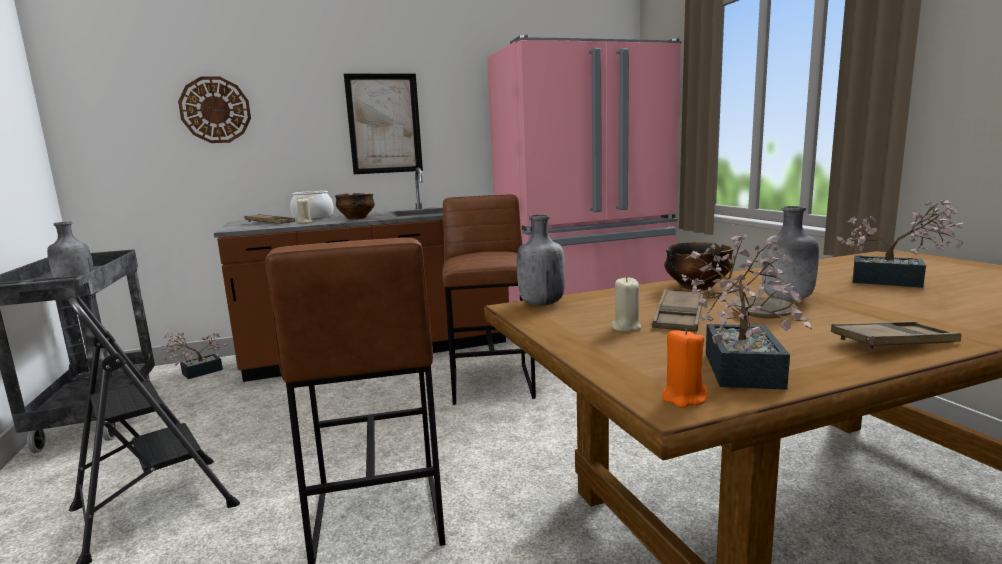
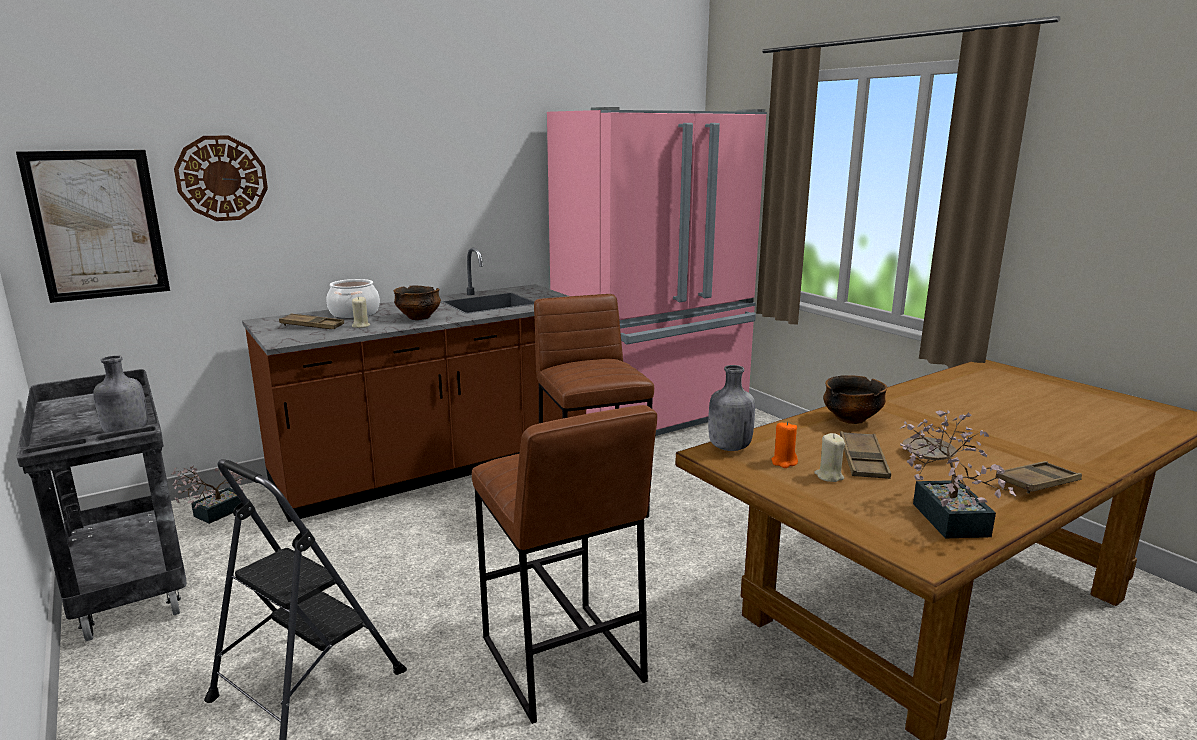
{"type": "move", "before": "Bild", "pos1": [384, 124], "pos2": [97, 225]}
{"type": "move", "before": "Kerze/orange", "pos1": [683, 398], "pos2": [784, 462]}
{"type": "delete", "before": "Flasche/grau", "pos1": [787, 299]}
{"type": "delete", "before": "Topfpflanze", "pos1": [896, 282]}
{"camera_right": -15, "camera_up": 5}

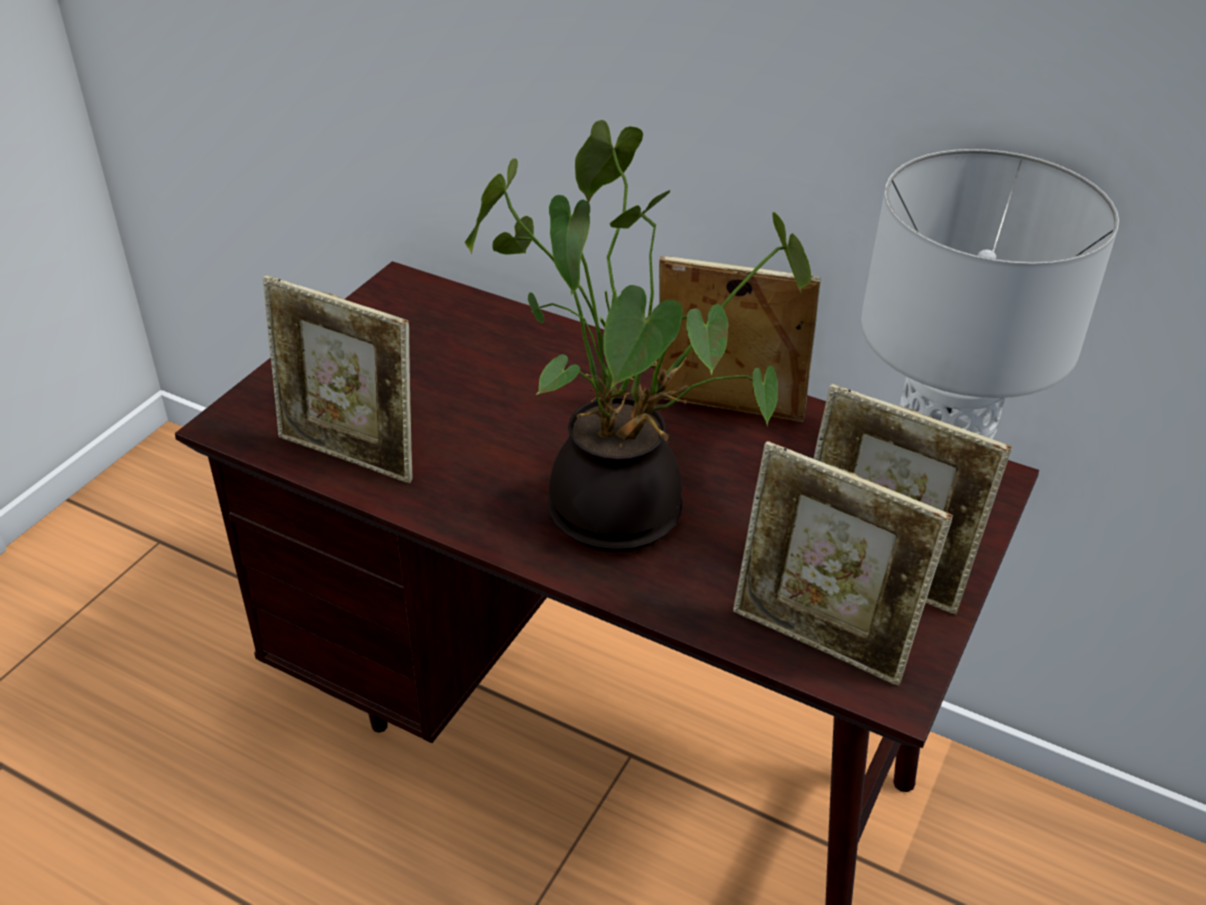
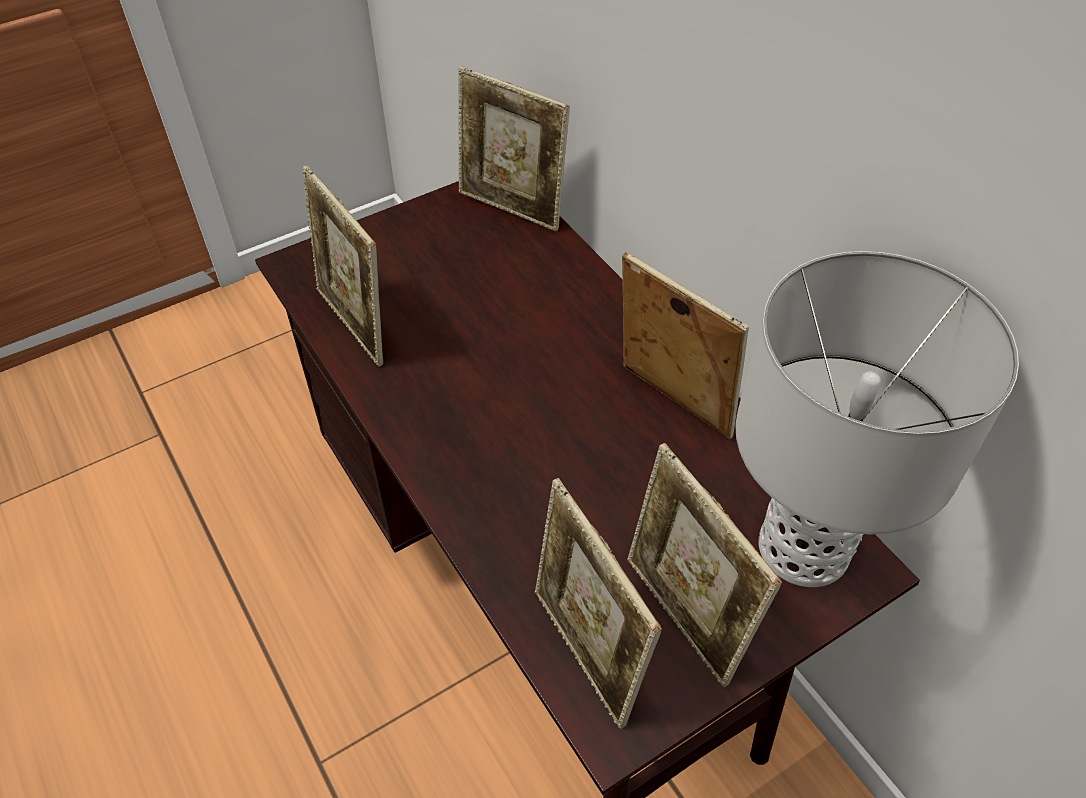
{"type": "insert", "after": "Bilderrahmen", "pos2": [511, 209]}
{"type": "delete", "before": "Topfpflanze", "pos1": [624, 506]}
{"camera_right": 30, "camera_up": 10}

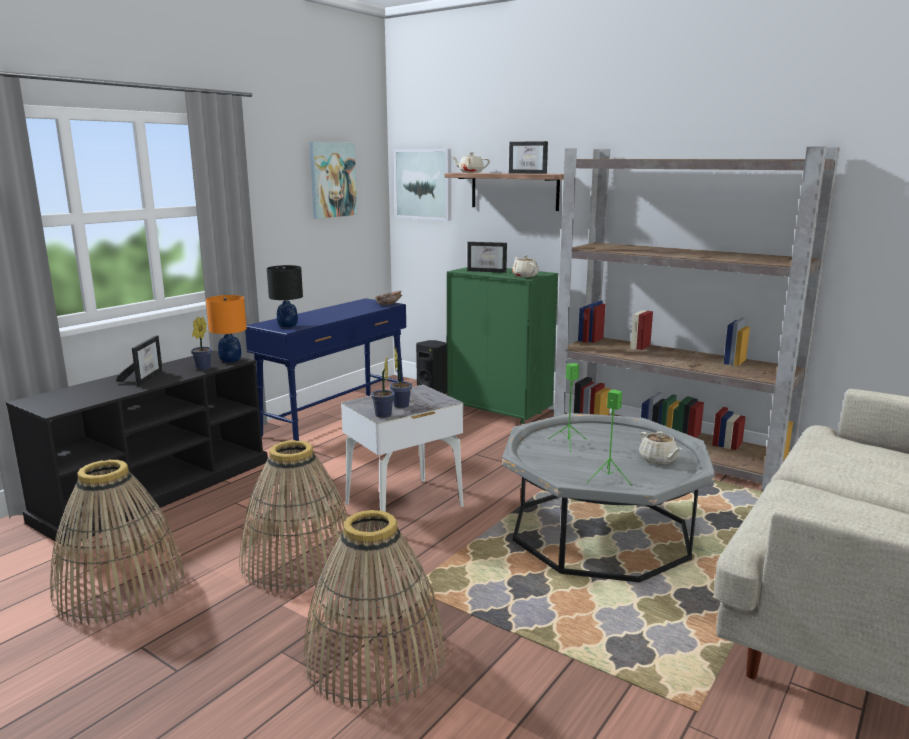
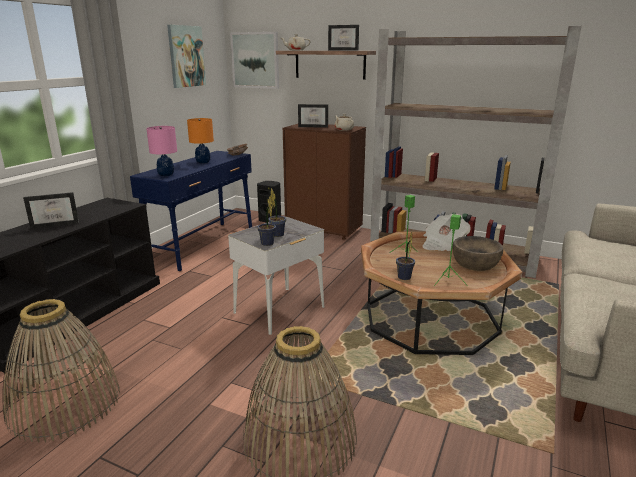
{"type": "rotate", "before": "Bilderrahmen", "pos1": [145, 378], "pos2": [56, 224], "turn": 75}
{"type": "recolor", "before": "Tischlampe/schwarz", "after": "Tischlampe/rosa", "pos1": [288, 326], "pos2": [166, 175]}
{"type": "move", "before": "Tischlampe/orange", "pos1": [231, 361], "pos2": [203, 162]}
{"type": "recolor", "before": "Schrank/grün", "after": "Schrank/braun", "pos1": [500, 410], "pos2": [325, 230]}
{"type": "recolor", "before": "Couchtisch/grau", "after": "Couchtisch/braun", "pos1": [600, 533], "pos2": [430, 319]}
{"type": "move", "before": "Topfpflanze", "pos1": [201, 369], "pos2": [404, 278]}
{"type": "insert", "after": "Zeitung", "pos2": [443, 244]}
{"type": "replace", "before": "Teekanne/beige", "after": "Schüssel/braun", "pos1": [658, 459], "pos2": [475, 263]}
{"type": "delete", "before": "Korb", "pos1": [298, 560]}
{"camera_right": -10, "camera_up": 5}

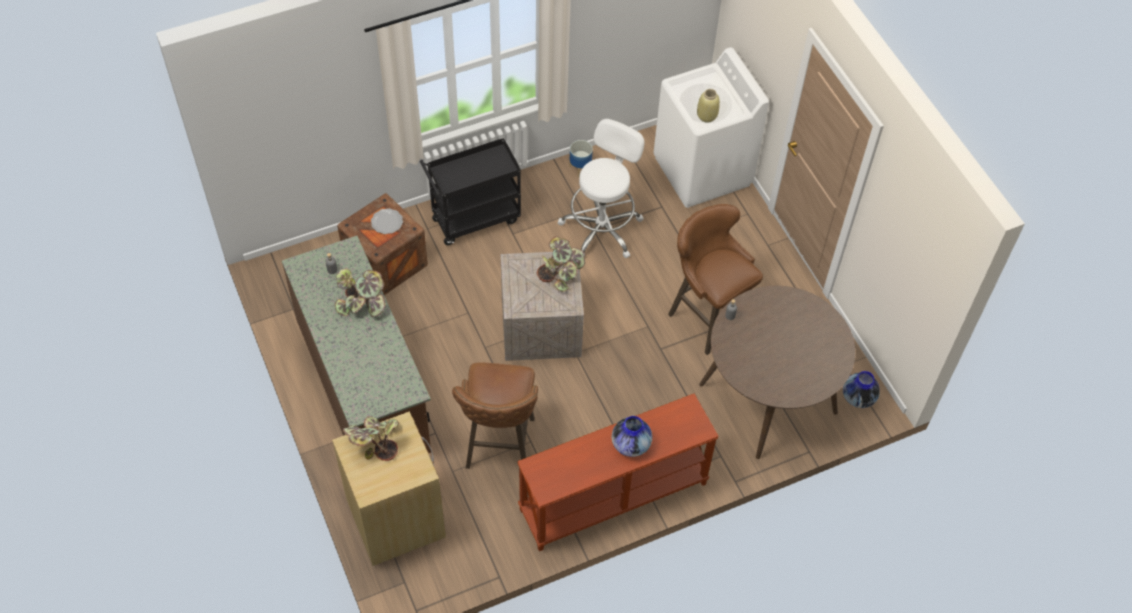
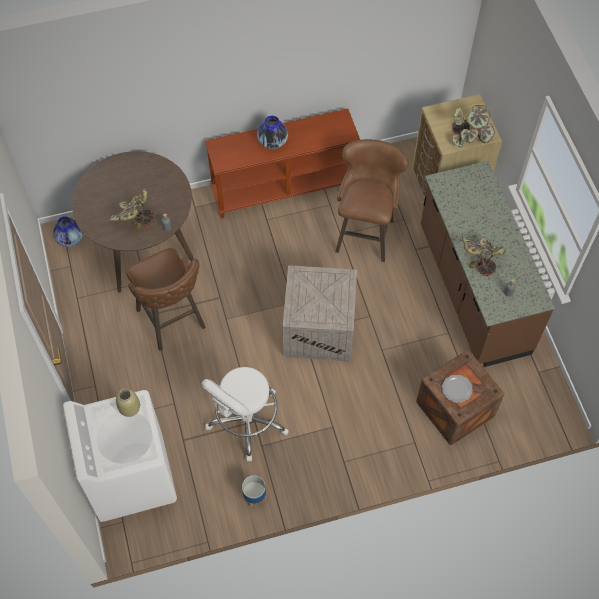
{"type": "move", "before": "Topfpflanze", "pos1": [560, 273], "pos2": [133, 218]}
{"type": "delete", "before": "Rollwagen/schwarz", "pos1": [473, 222]}
{"camera_right": -170, "camera_up": 5}

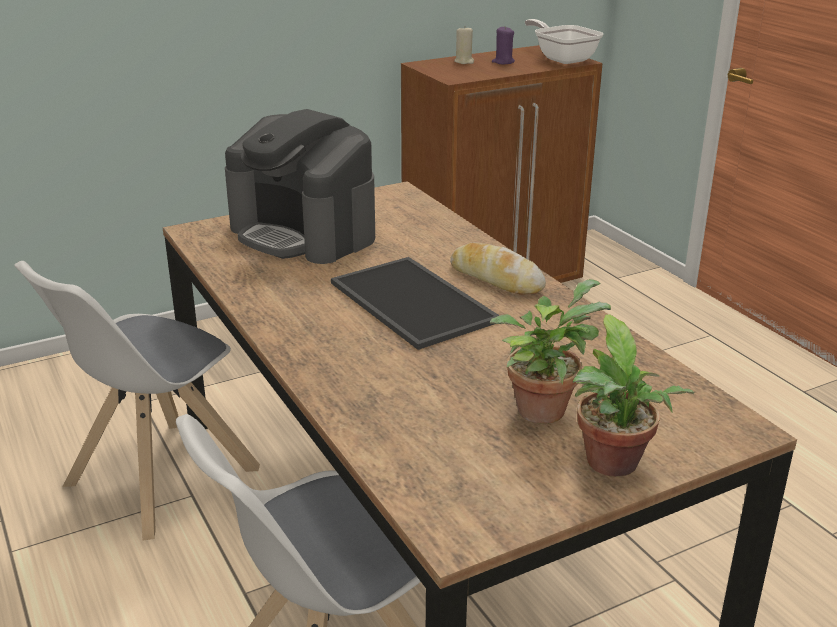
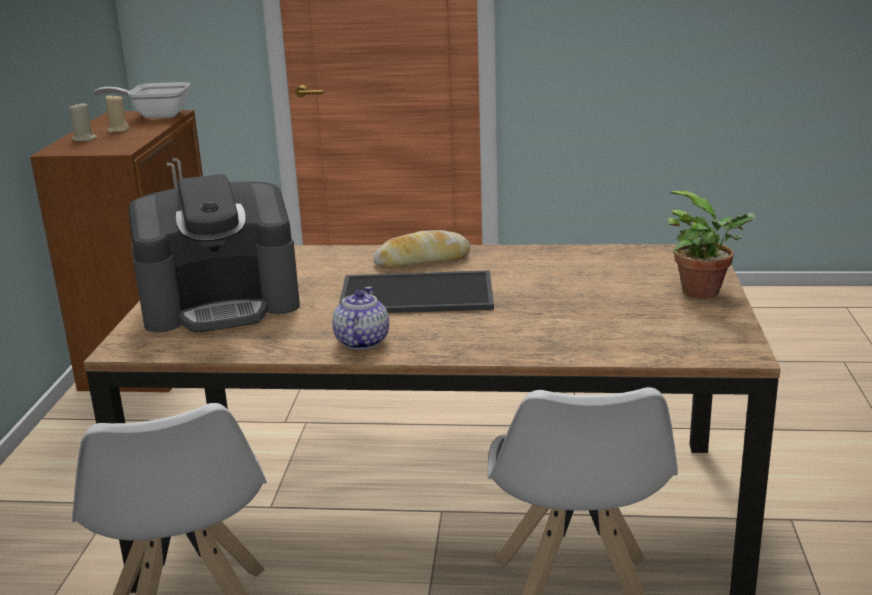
{"type": "recolor", "before": "Kerze/lila", "after": "Kerze/beige", "pos1": [503, 62], "pos2": [118, 130]}
{"type": "insert", "after": "Teekanne", "pos2": [361, 341]}
{"type": "delete", "before": "Topfpflanze", "pos1": [542, 407]}
{"camera_right": -55, "camera_up": -5}

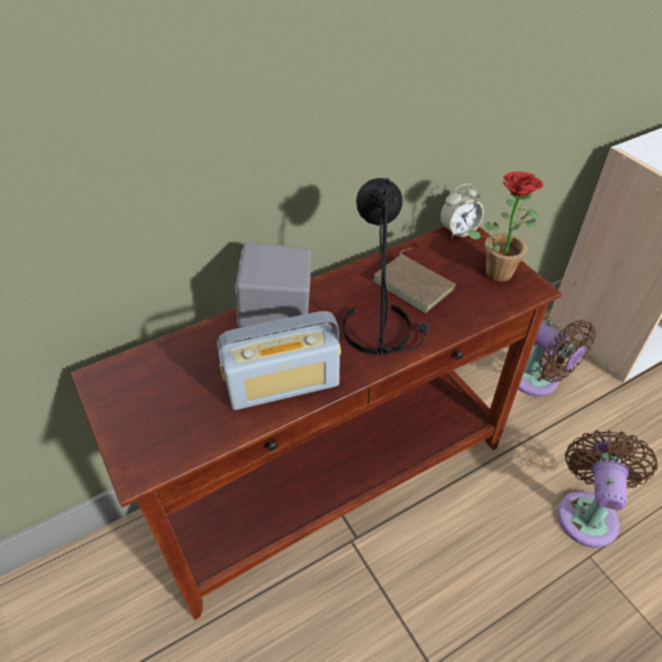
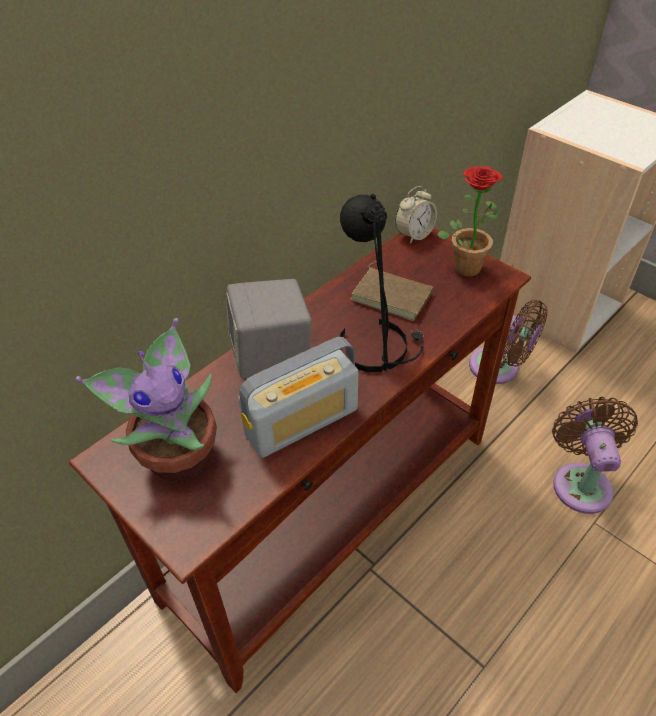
{"type": "insert", "after": "Topfpflanze", "pos2": [178, 454]}
{"camera_right": -15, "camera_up": 0}

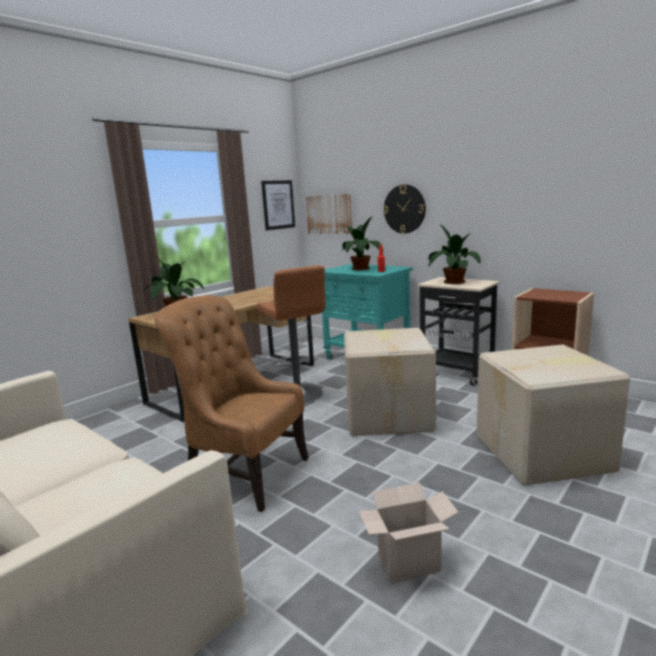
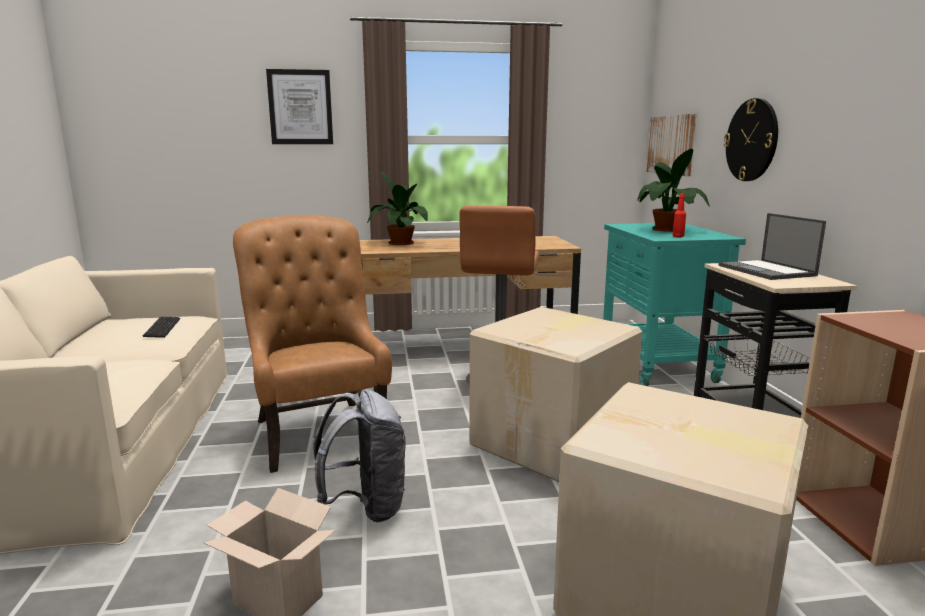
{"type": "insert", "after": "Tastatur", "pos2": [162, 328]}
{"type": "move", "before": "Bild", "pos1": [278, 205], "pos2": [300, 107]}
{"type": "insert", "after": "Rucksack/grau", "pos2": [366, 507]}
{"type": "replace", "before": "Topfpflanze", "after": "Laptop", "pos1": [452, 282], "pos2": [767, 271]}
{"camera_right": 40, "camera_up": 0}

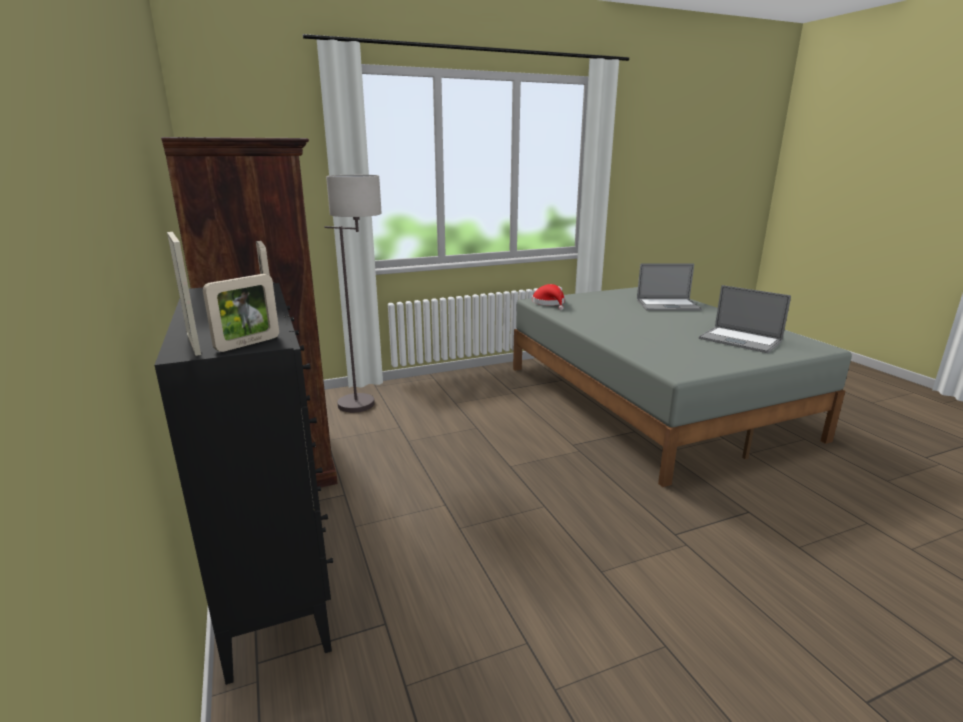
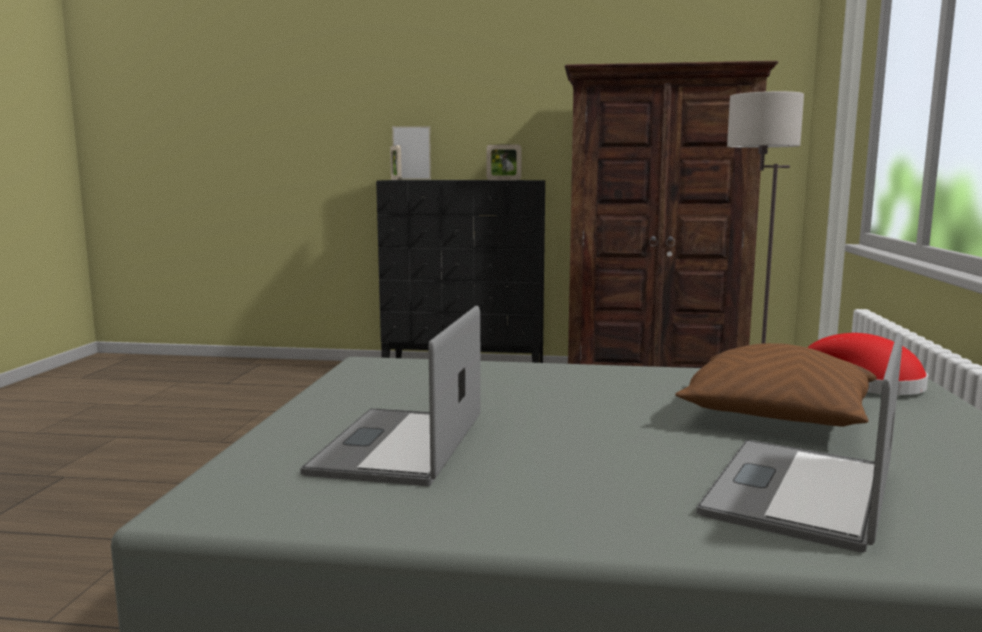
{"type": "rotate", "before": "Laptop", "pos1": [739, 340], "pos2": [400, 446], "turn": -60}
{"type": "insert", "after": "Kissen/braun", "pos2": [777, 417]}
{"camera_right": 120, "camera_up": -10}

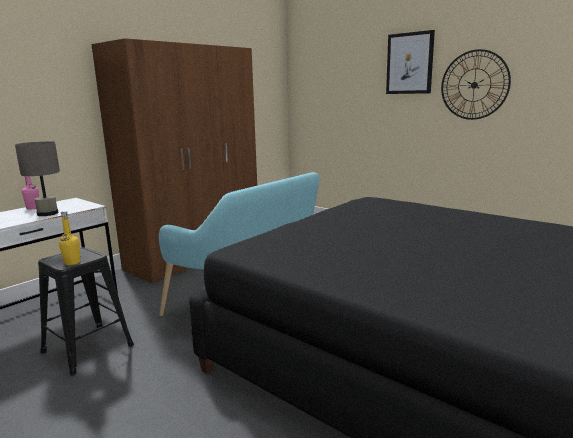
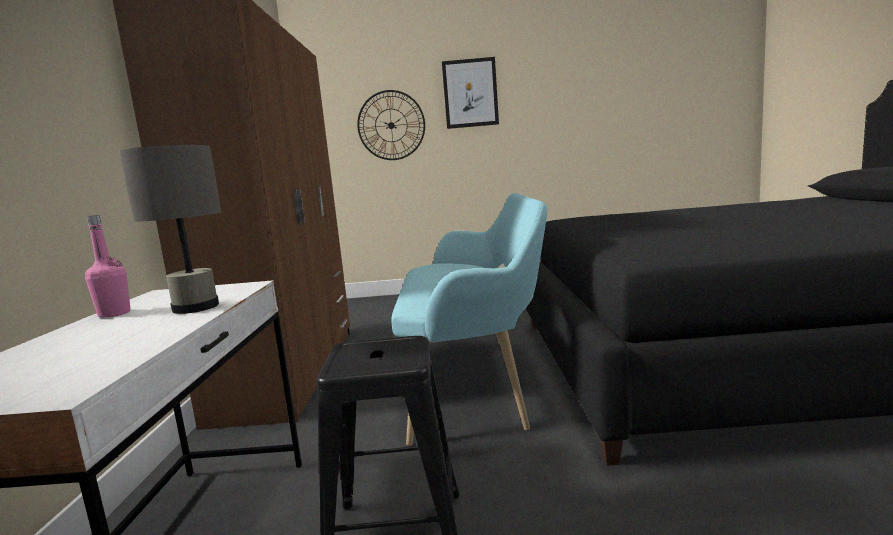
{"type": "move", "before": "Wanduhr", "pos1": [474, 85], "pos2": [391, 125]}
{"type": "delete", "before": "Flasche/gelb", "pos1": [72, 262]}
{"camera_right": -40, "camera_up": -5}

